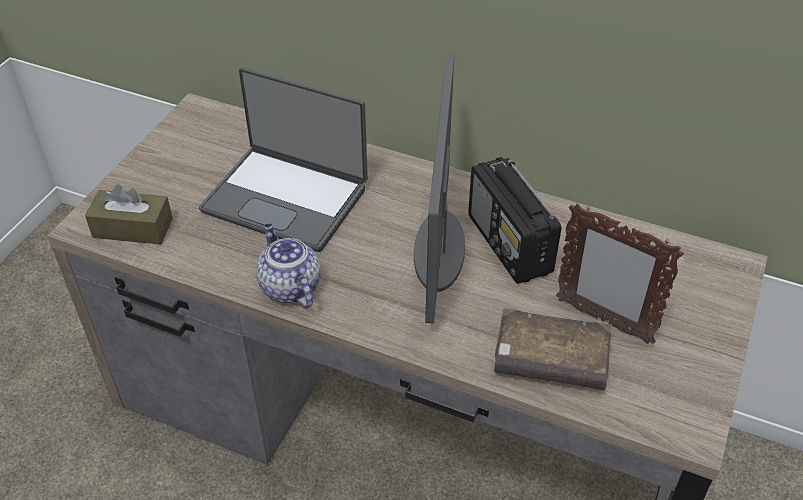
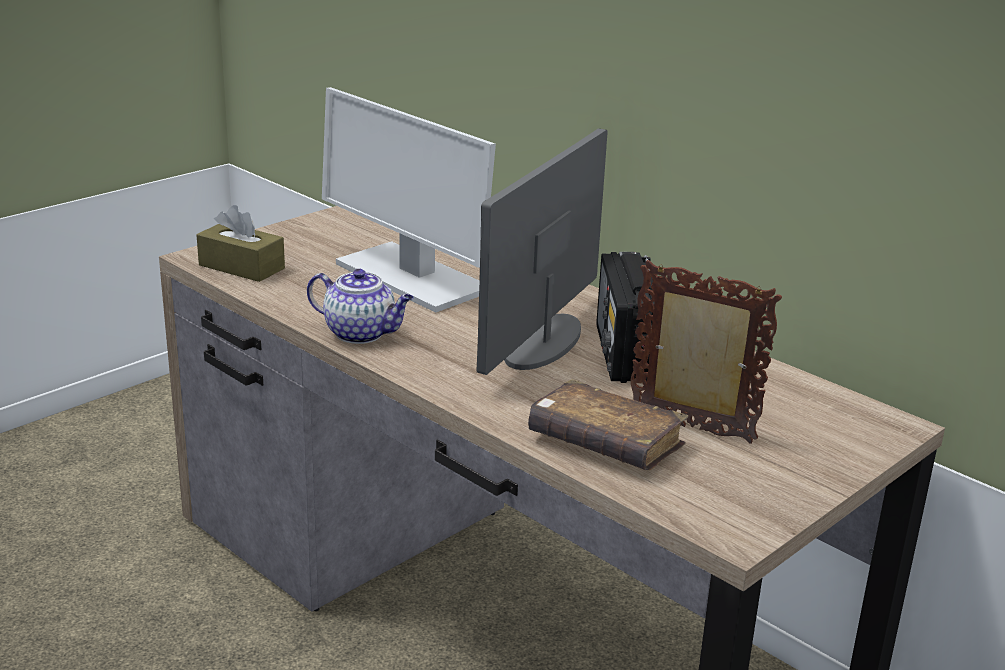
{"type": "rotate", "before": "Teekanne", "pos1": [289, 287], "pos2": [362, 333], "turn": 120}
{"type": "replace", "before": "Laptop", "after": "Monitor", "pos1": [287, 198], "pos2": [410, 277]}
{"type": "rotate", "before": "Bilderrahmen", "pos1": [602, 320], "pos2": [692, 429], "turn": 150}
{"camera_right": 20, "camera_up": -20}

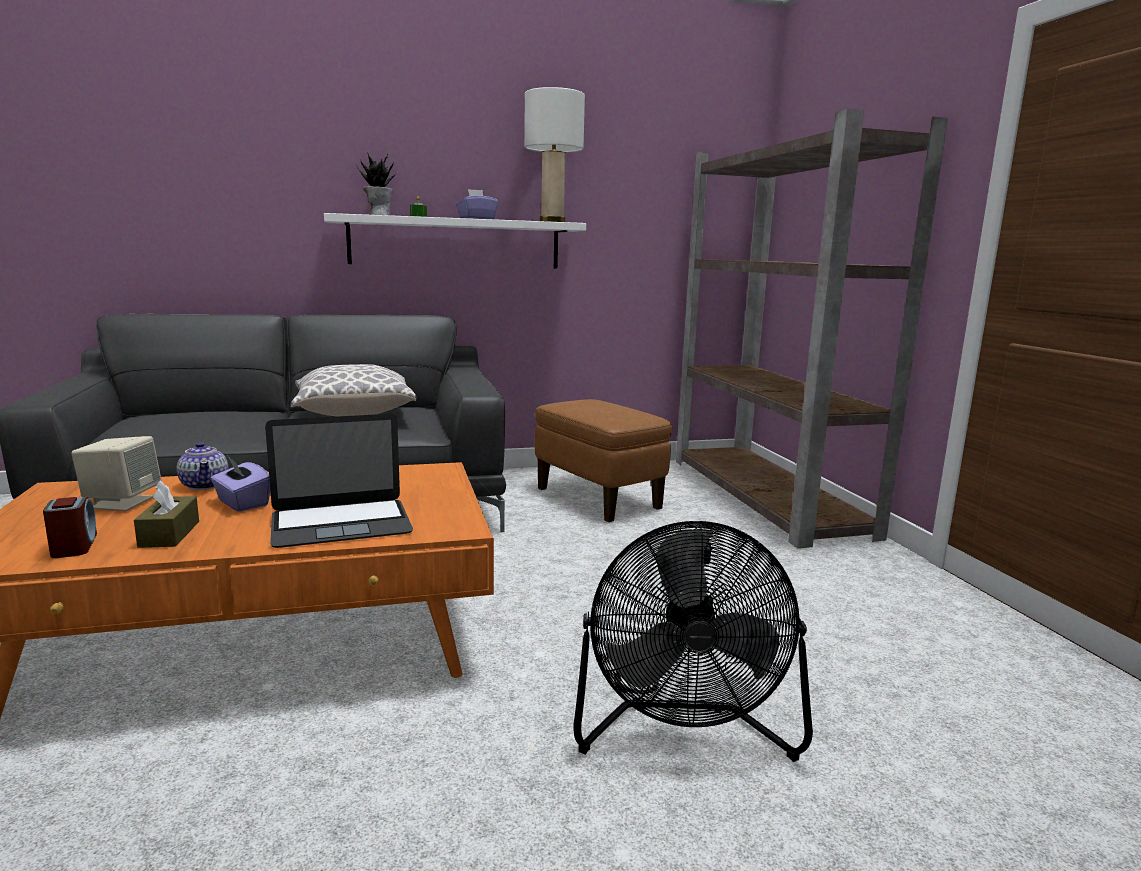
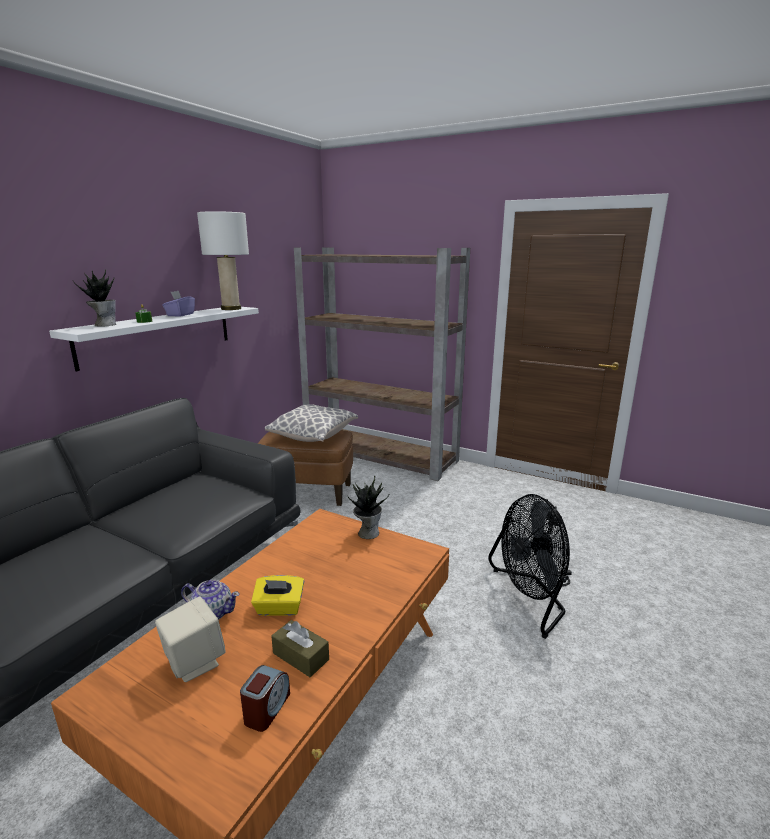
{"type": "rotate", "before": "Wecker", "pos1": [74, 546], "pos2": [267, 709], "turn": 90}
{"type": "recolor", "before": "Taschentuchbox/lila", "after": "Taschentuchbox/gelb", "pos1": [242, 503], "pos2": [279, 608]}
{"type": "move", "before": "Kissen", "pos1": [354, 414], "pos2": [313, 436]}
{"type": "insert", "after": "Topfpflanze", "pos2": [367, 533]}
{"type": "rotate", "before": "Ventilator/schwarz", "pos1": [675, 727], "pos2": [534, 595], "turn": 120}
{"type": "delete", "before": "Laptop", "pos1": [341, 523]}
{"camera_right": -45, "camera_up": 5}

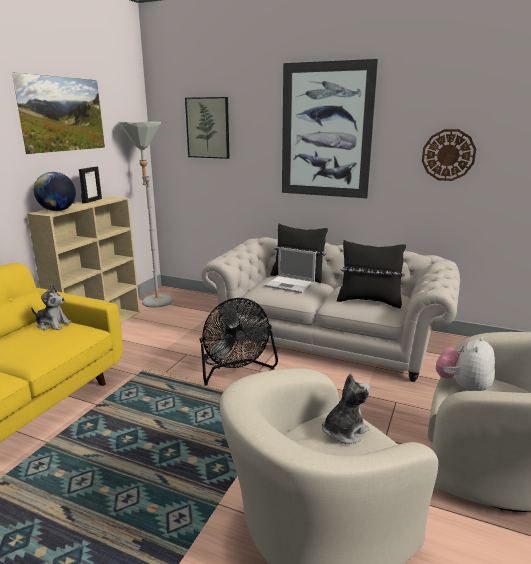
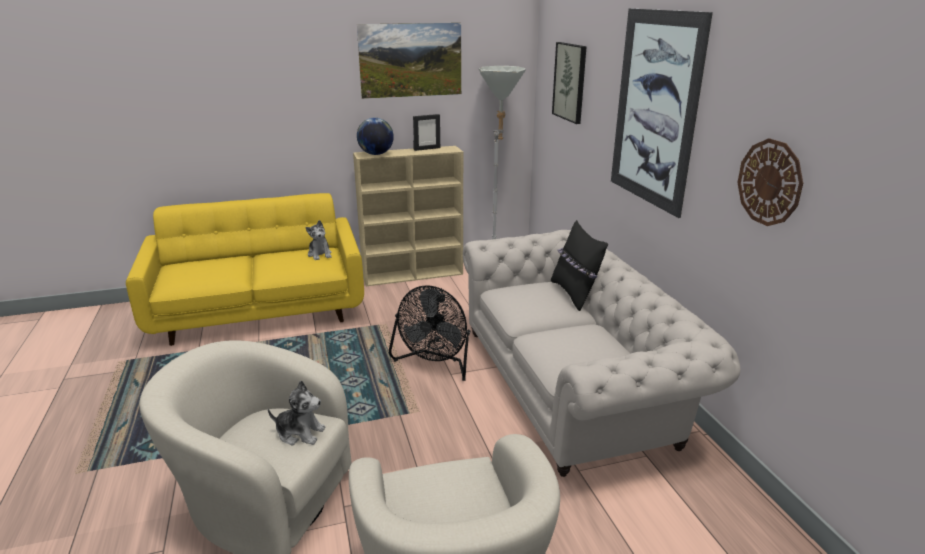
{"type": "delete", "before": "Laptop", "pos1": [290, 285]}
{"type": "delete", "before": "Kissen/schwarz", "pos1": [369, 301]}
{"type": "delete", "before": "Plüschtier", "pos1": [463, 387]}
{"camera_right": 50, "camera_up": 5}

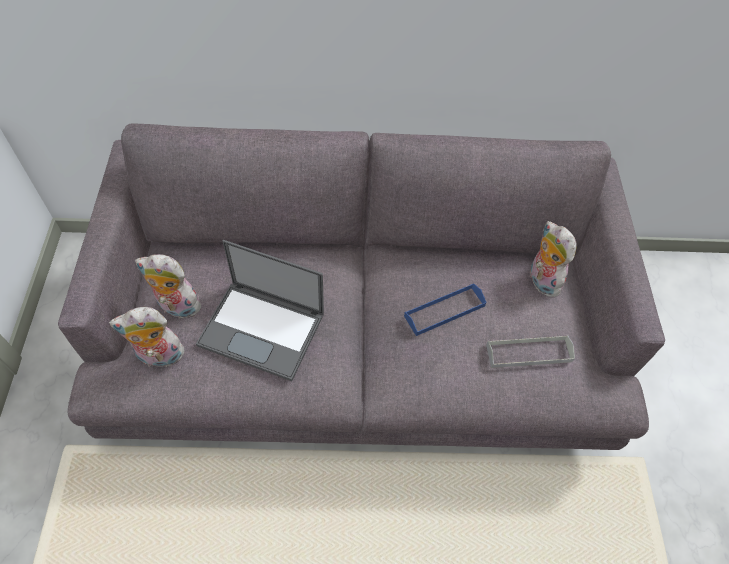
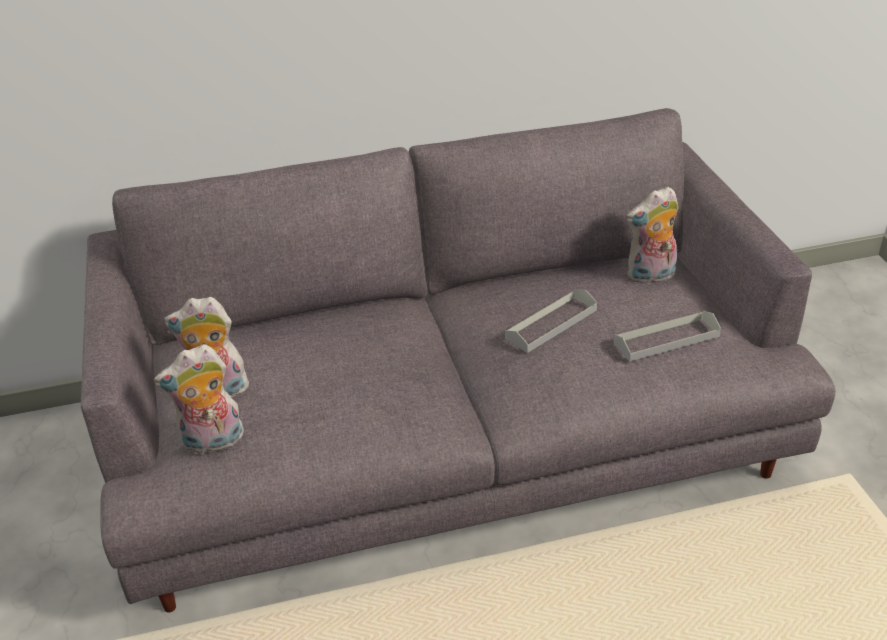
{"type": "recolor", "before": "Tablett/blau", "after": "Tablett/grau", "pos1": [444, 311], "pos2": [551, 324]}
{"type": "rotate", "before": "Plüschtier", "pos1": [540, 280], "pos2": [650, 277], "turn": -75}
{"type": "delete", "before": "Laptop", "pos1": [263, 329]}
{"camera_right": -10, "camera_up": -20}

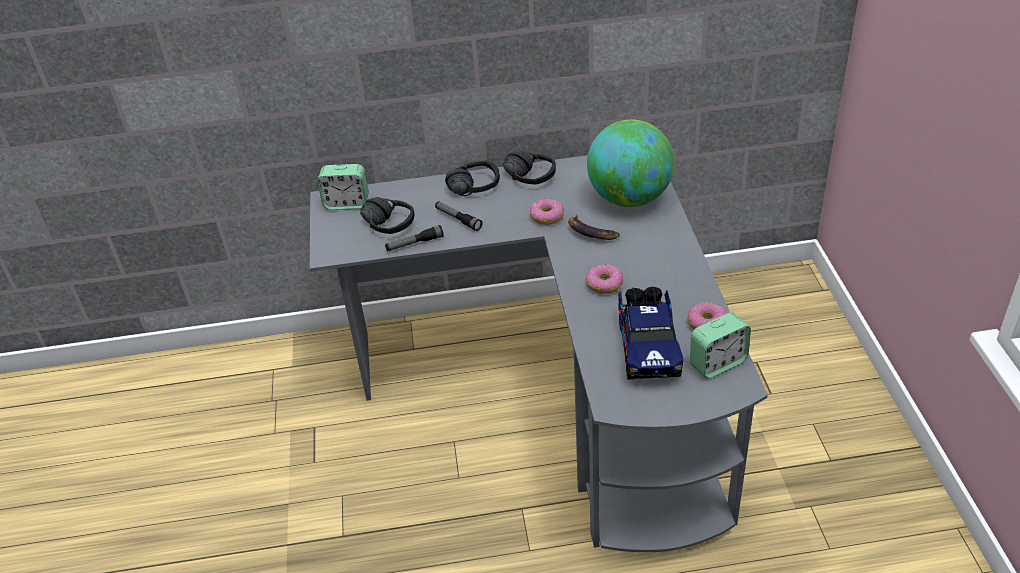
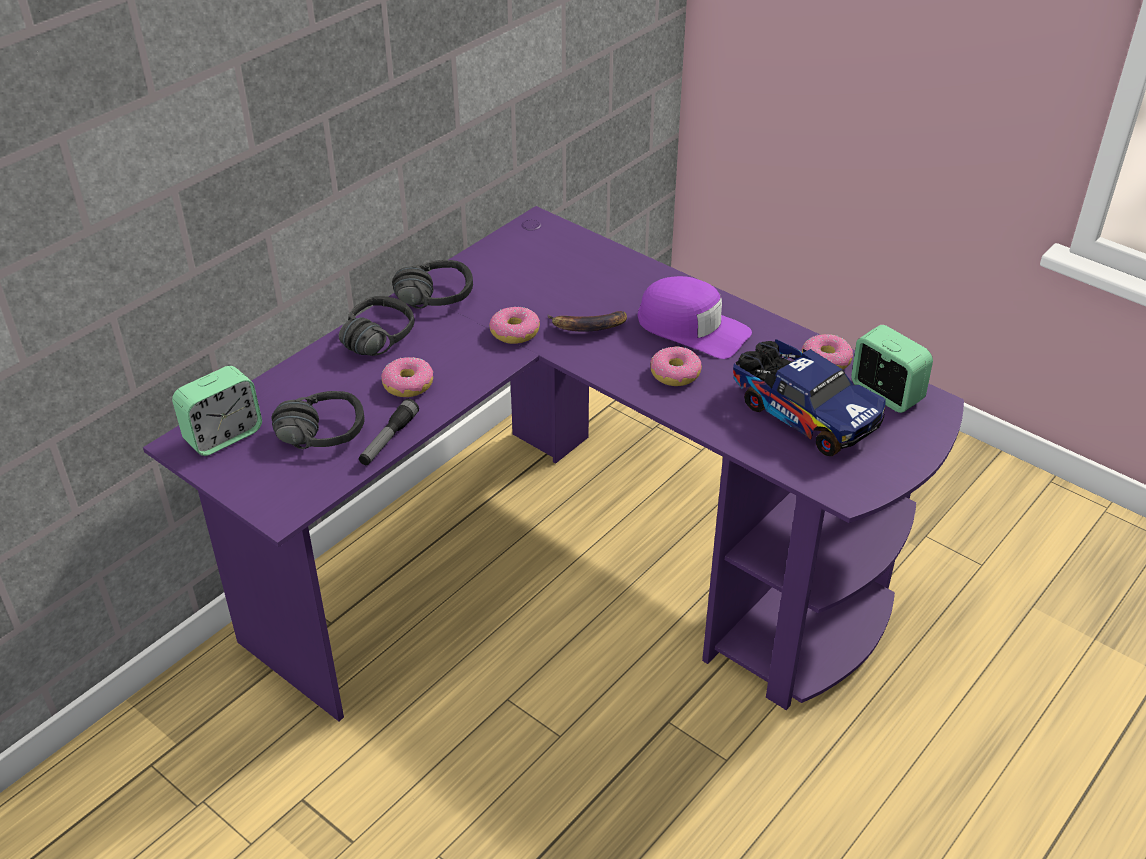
{"type": "recolor", "before": "Schreibtisch/grau", "after": "Schreibtisch/lila", "pos1": [560, 390], "pos2": [566, 567]}
{"type": "replace", "before": "Taschenlampe", "after": "Donut", "pos1": [458, 219], "pos2": [408, 385]}
{"type": "insert", "after": "Kappe/lila", "pos2": [692, 328]}
{"type": "rotate", "before": "Wecker", "pos1": [717, 363], "pos2": [885, 394], "turn": -60}
{"type": "delete", "before": "Globus", "pos1": [629, 198]}
{"camera_right": -45, "camera_up": 0}

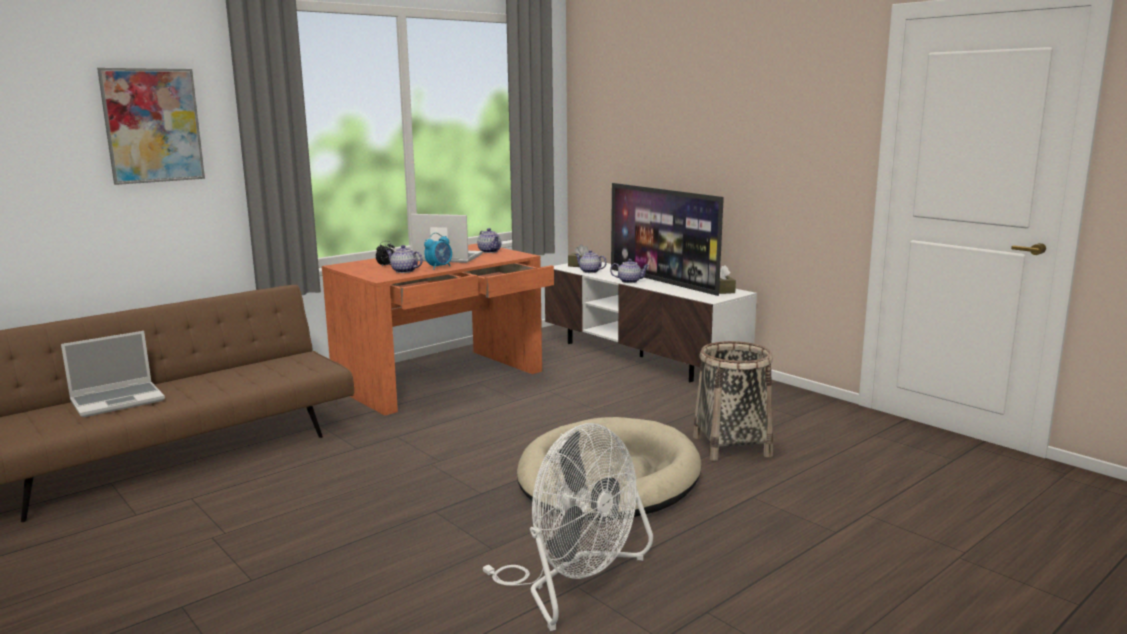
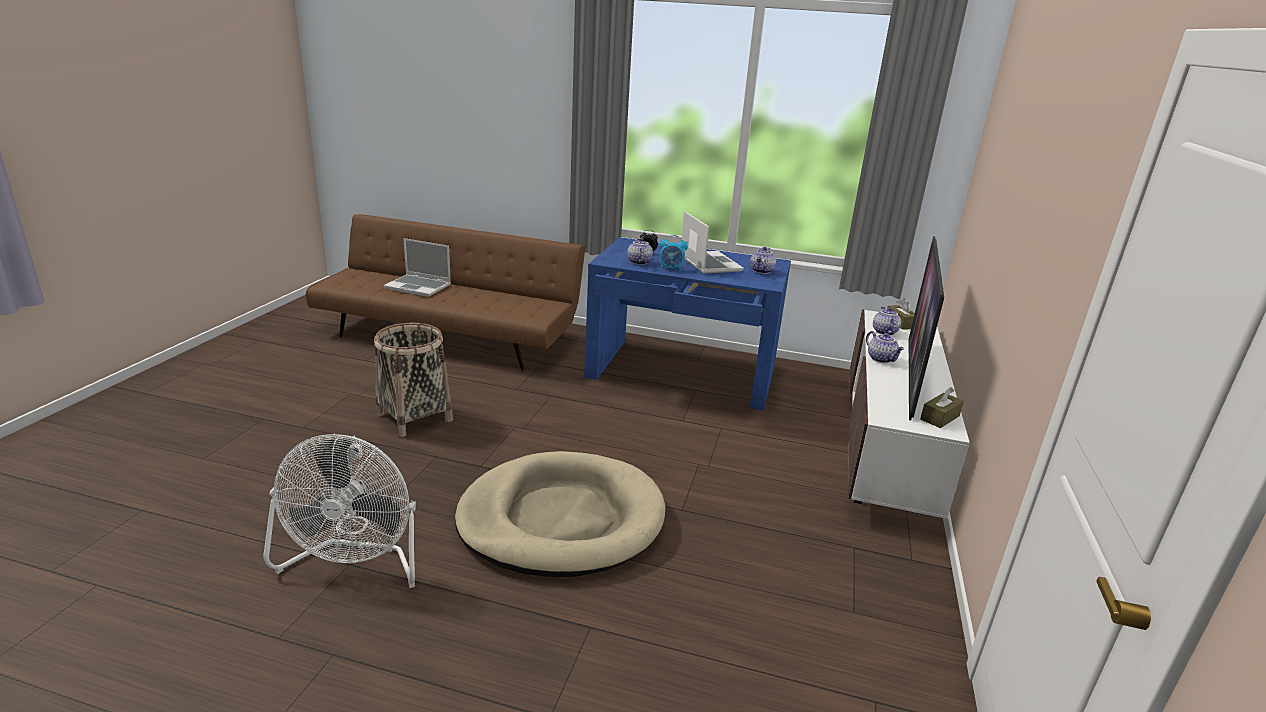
{"type": "move", "before": "Korb", "pos1": [731, 446], "pos2": [415, 417]}
{"type": "recolor", "before": "Schreibtisch/orange", "after": "Schreibtisch/blau", "pos1": [447, 381], "pos2": [681, 377]}
{"type": "delete", "before": "Bild", "pos1": [152, 125]}
{"camera_right": 55, "camera_up": 10}

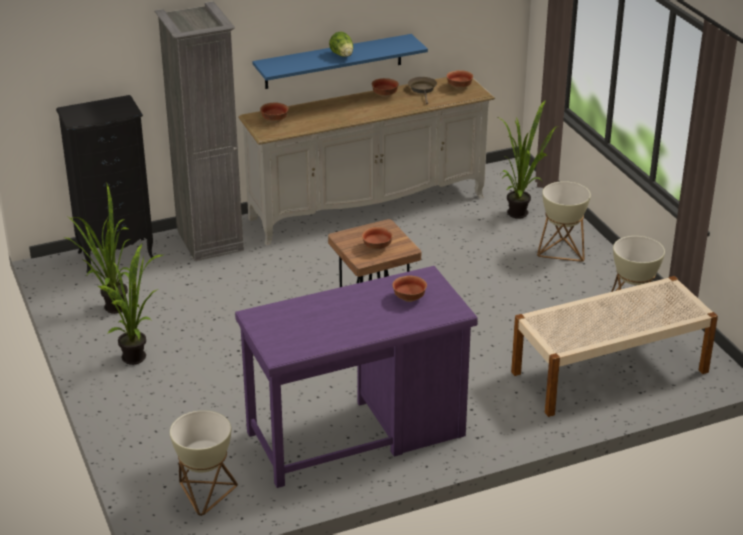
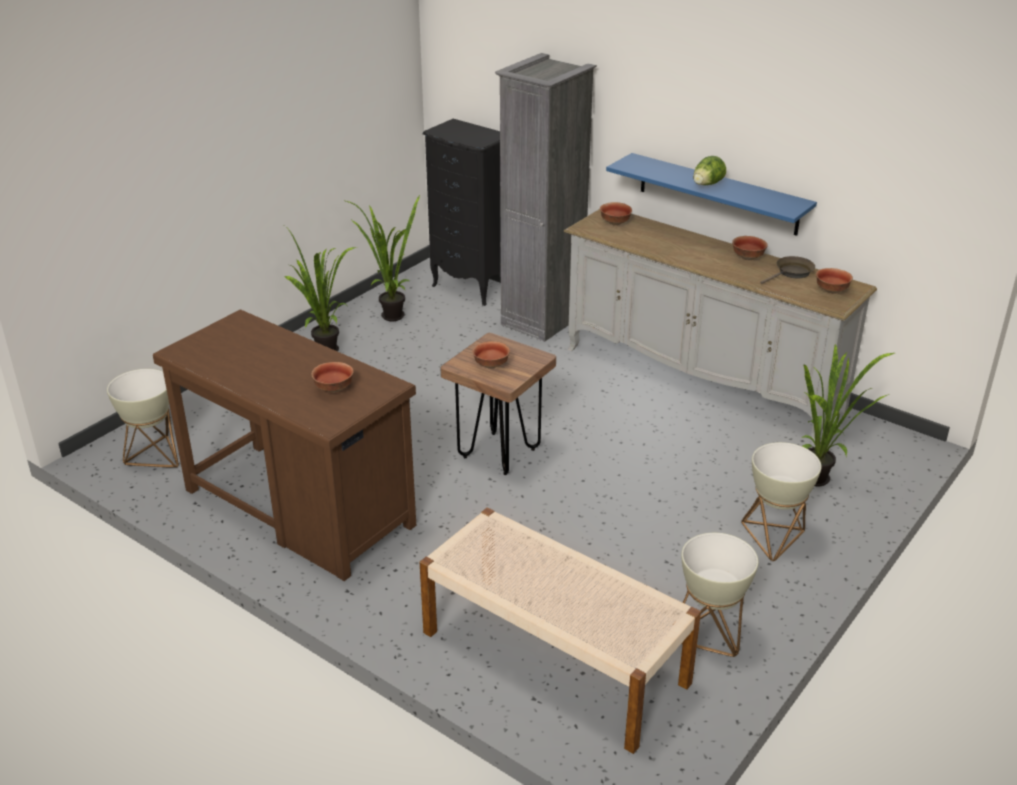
{"type": "recolor", "before": "Schreibtisch/lila", "after": "Schreibtisch/braun", "pos1": [356, 435], "pos2": [297, 508]}
{"camera_right": 60, "camera_up": 0}

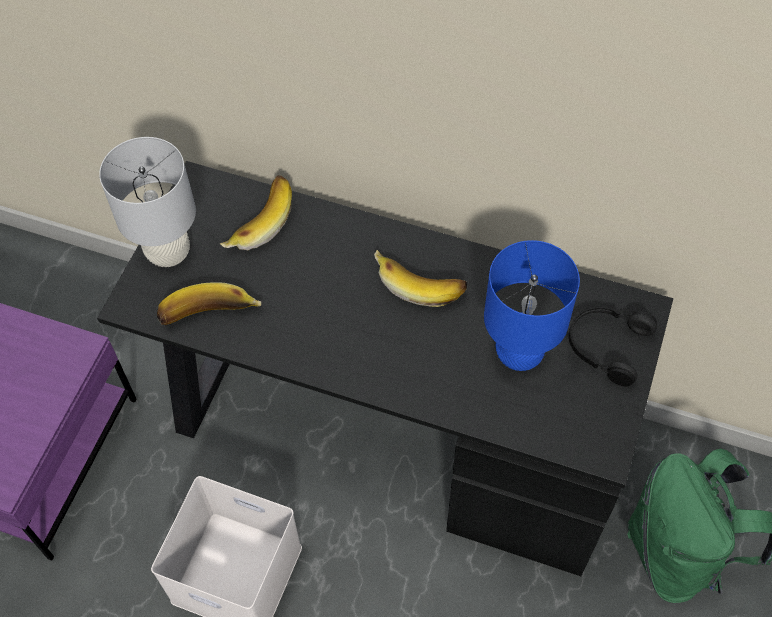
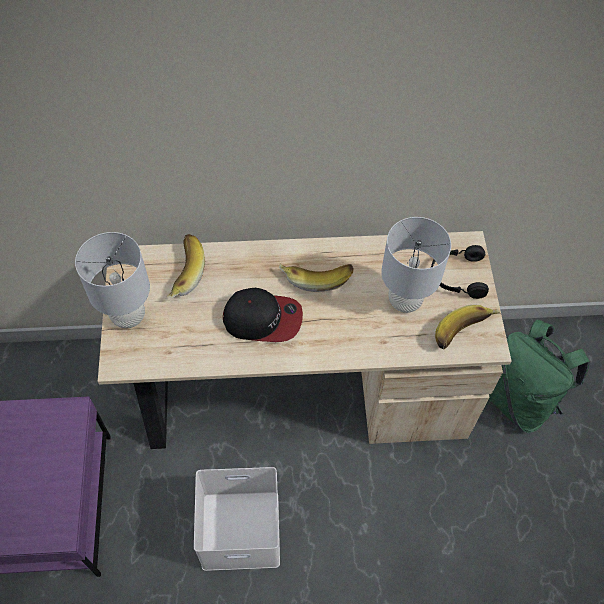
{"type": "recolor", "before": "Schreibtisch/schwarz", "after": "Schreibtisch/beige", "pos1": [388, 428], "pos2": [299, 390]}
{"type": "insert", "after": "Kappe", "pos2": [263, 319]}
{"type": "recolor", "before": "Tischlampe/blau", "after": "Tischlampe/grau", "pos1": [520, 356], "pos2": [406, 302]}
{"type": "move", "before": "Banane", "pos1": [210, 318], "pos2": [464, 333]}
{"camera_right": -25, "camera_up": 0}

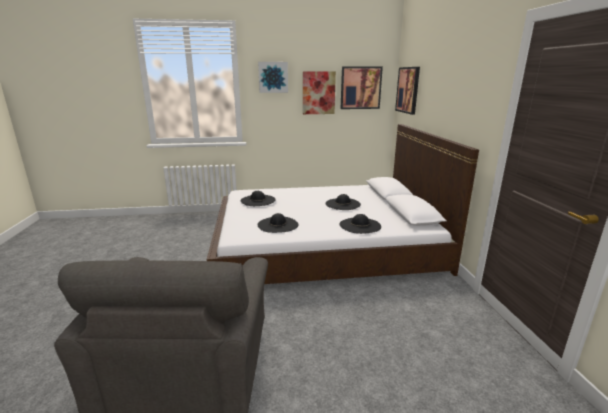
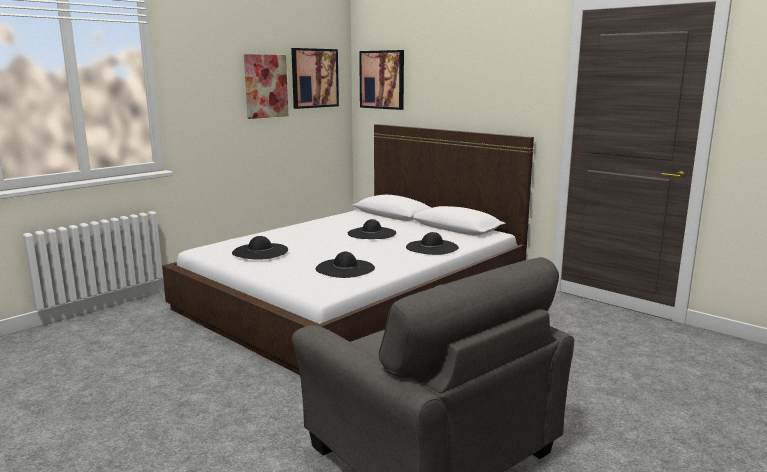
{"type": "delete", "before": "Bild", "pos1": [273, 77]}
{"camera_right": -40, "camera_up": -5}

